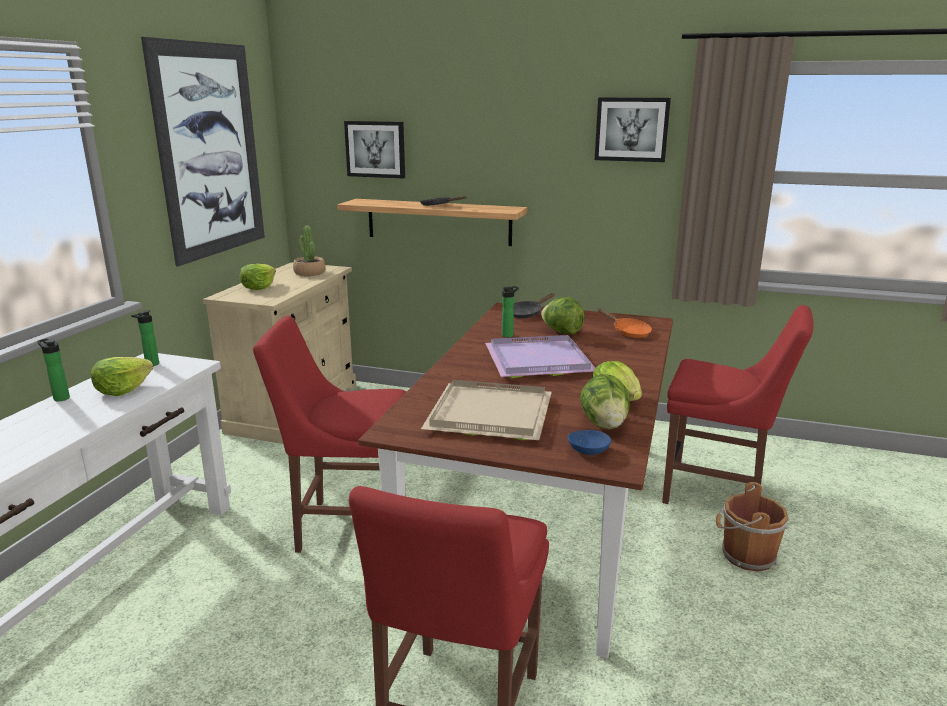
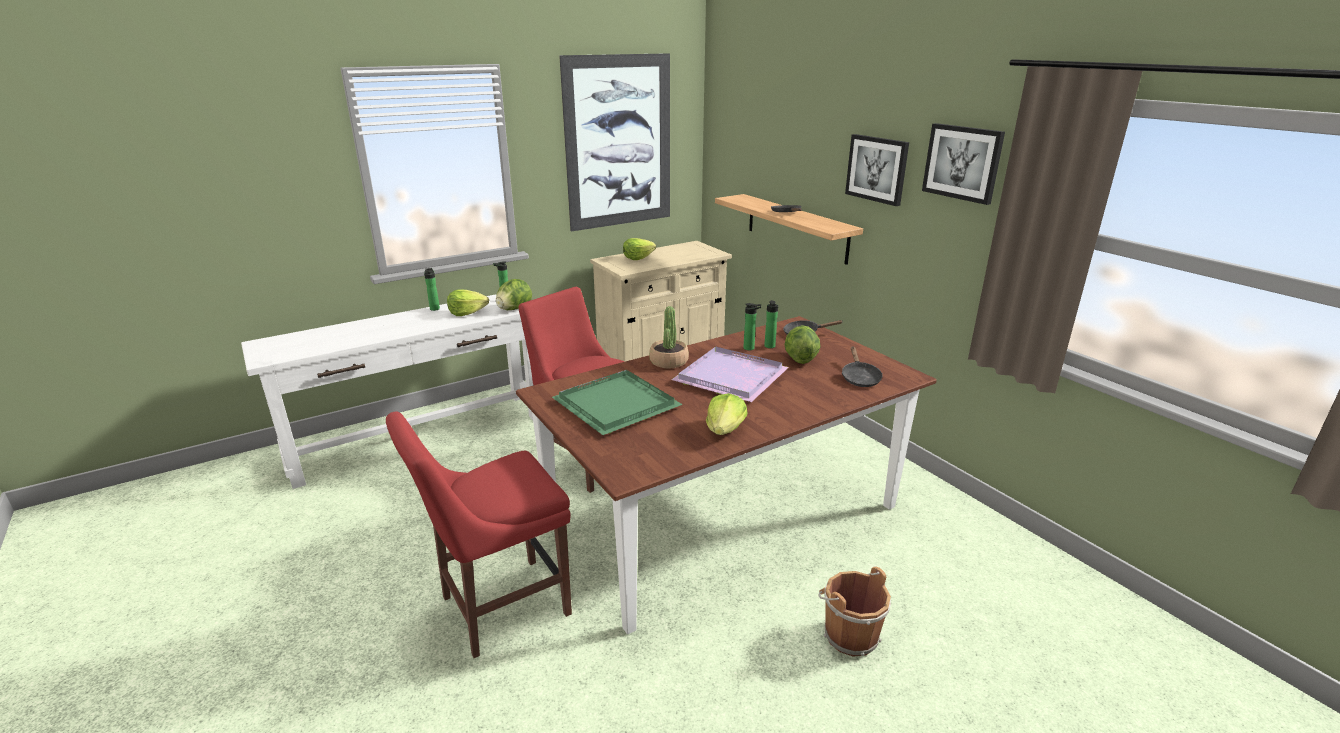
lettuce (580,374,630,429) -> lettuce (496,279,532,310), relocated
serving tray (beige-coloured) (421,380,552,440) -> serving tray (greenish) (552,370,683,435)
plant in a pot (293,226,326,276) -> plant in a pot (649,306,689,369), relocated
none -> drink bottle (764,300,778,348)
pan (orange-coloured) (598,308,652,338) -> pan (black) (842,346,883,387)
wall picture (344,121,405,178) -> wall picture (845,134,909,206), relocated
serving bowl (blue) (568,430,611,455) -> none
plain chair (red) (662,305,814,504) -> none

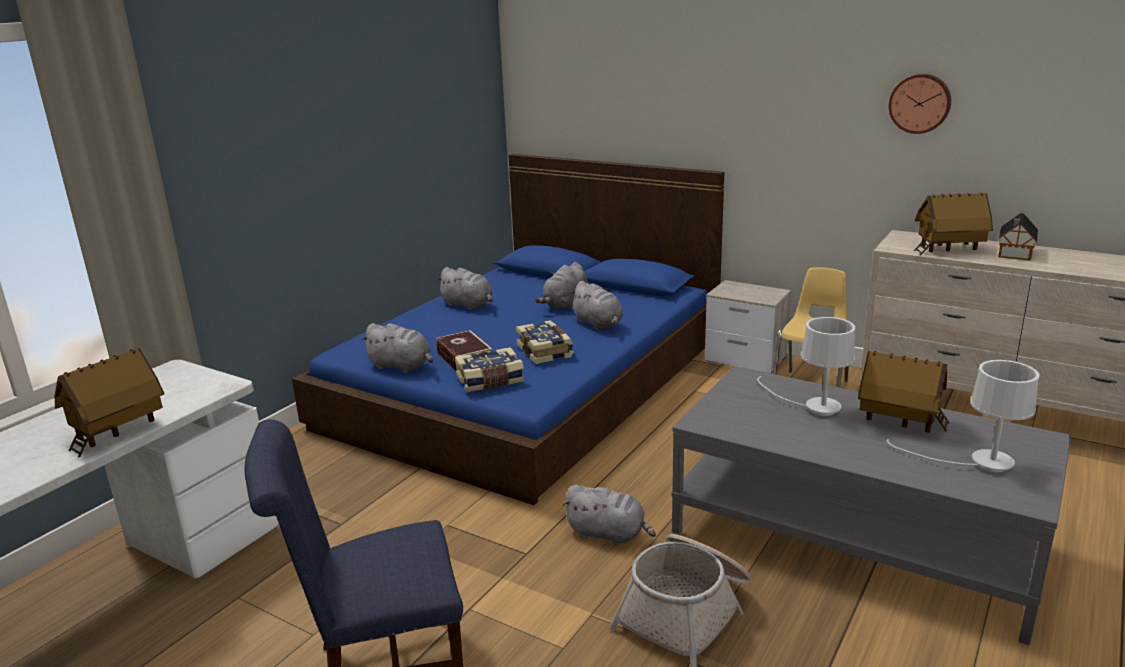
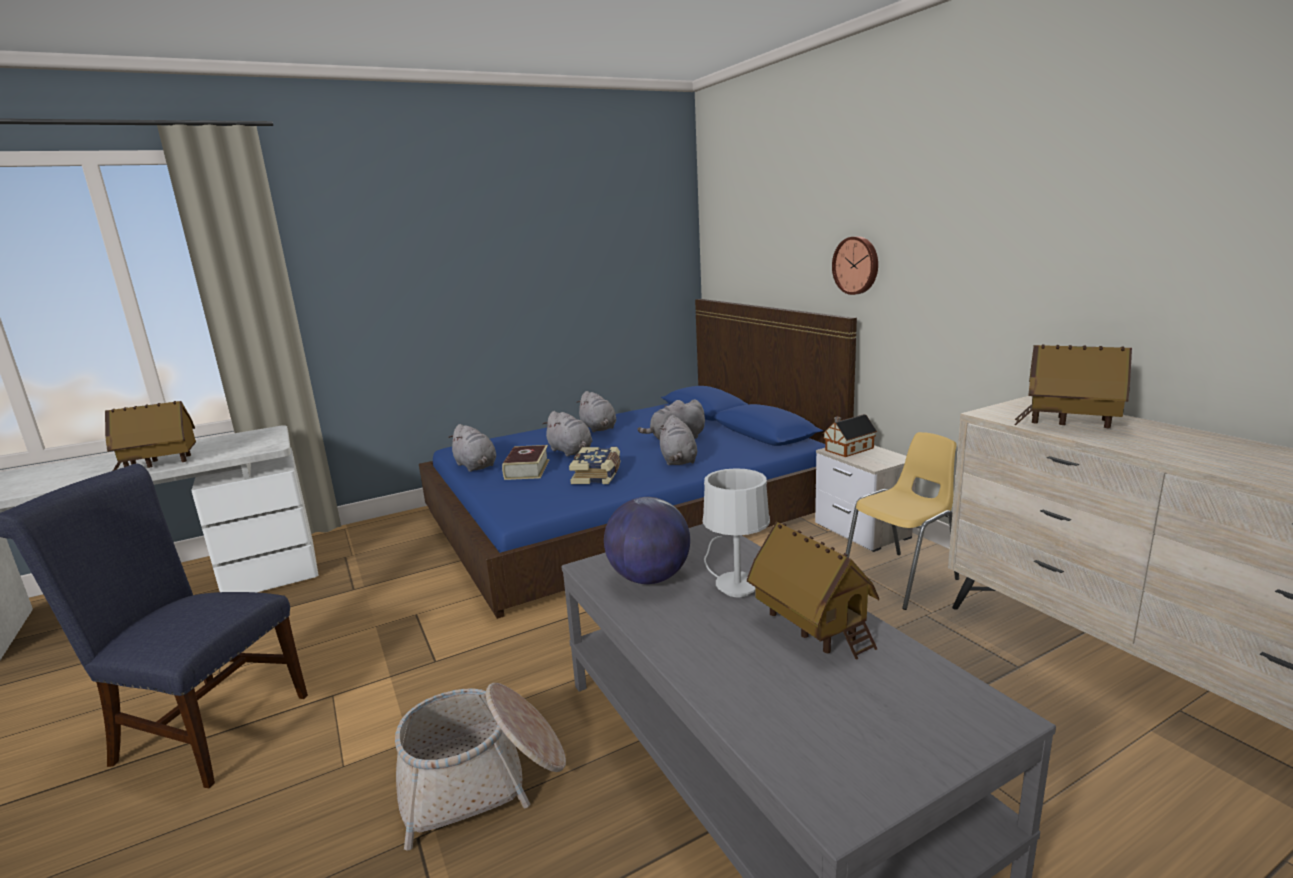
plush toy (gray) (562,485,656,545) -> plush toy (gray) (542,411,592,457), relocated
none -> desk globe (604,497,690,584)
toy house (998,213,1038,261) -> toy house (823,414,877,457), relocated
clock on the wall (889,74,951,134) -> clock on the wall (832,236,878,295), relocated
volume (455,347,524,392) -> none
lamp for a table (white) (887,360,1040,472) -> none

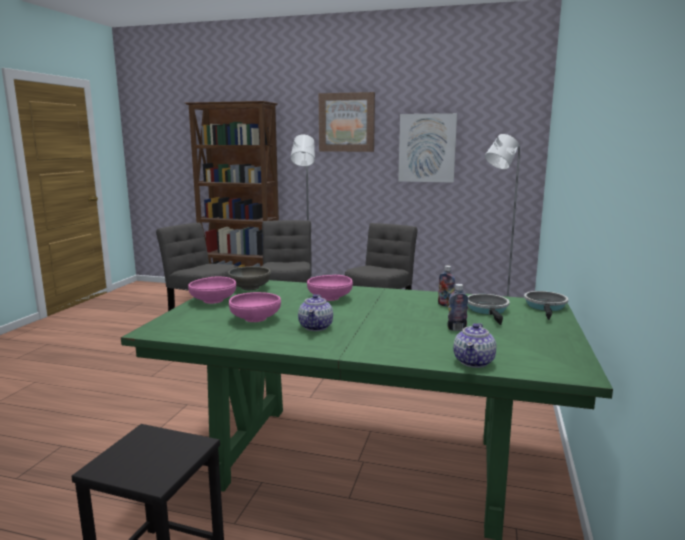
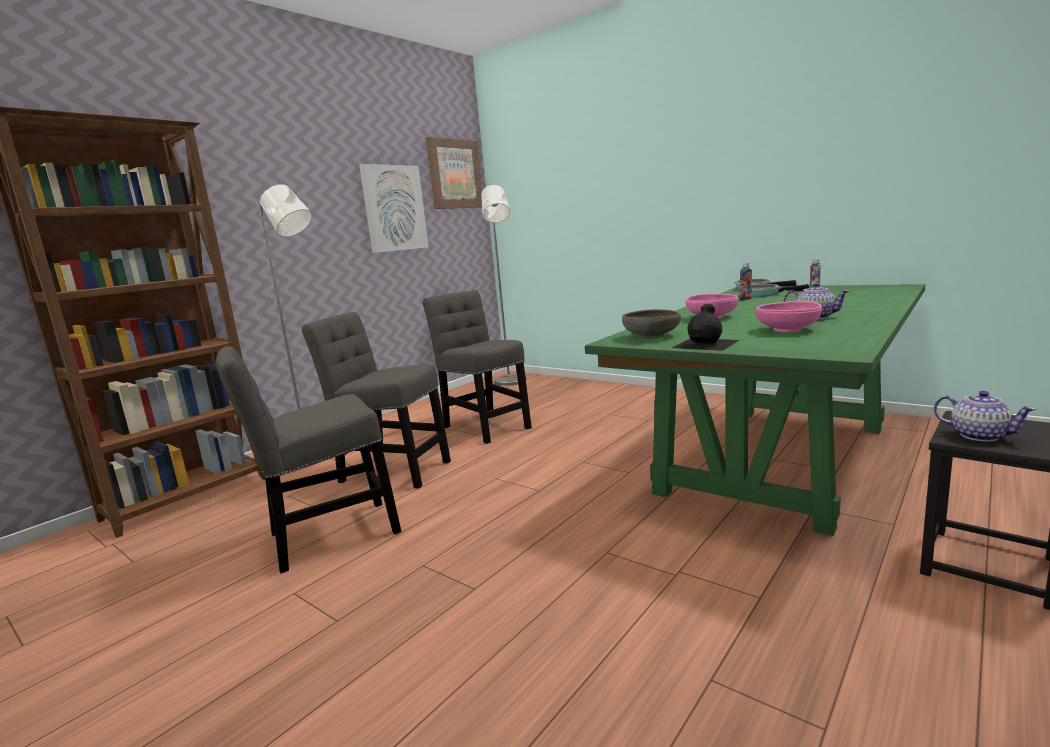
wall picture (319,92,375,152) -> wall picture (426,137,482,209), relocated
serving bowl (pink) (188,277,236,304) -> drink bottle (black) (672,304,739,351)
teapot (453,323,496,368) -> teapot (934,391,1037,442), relocated

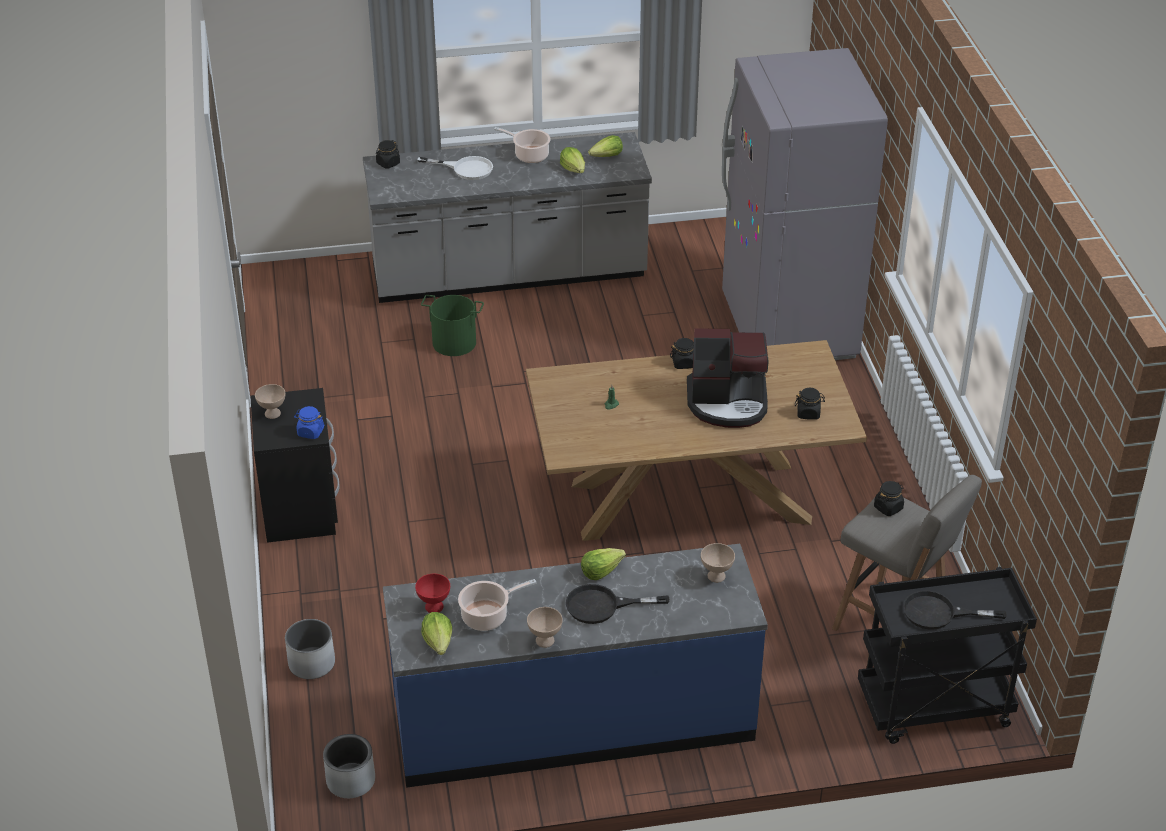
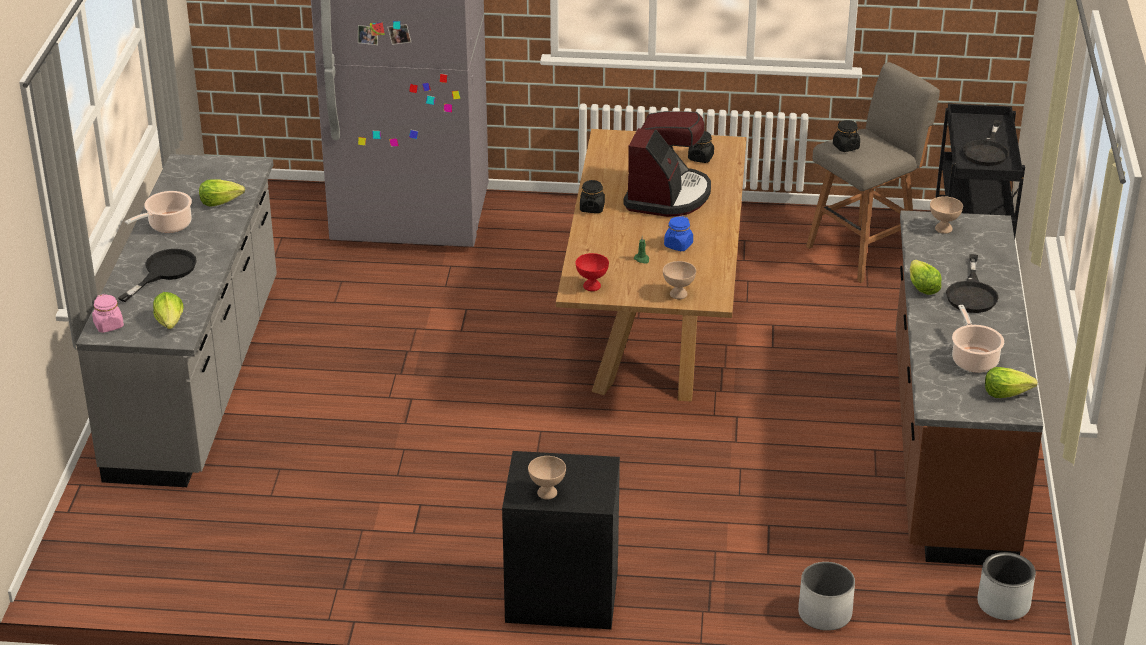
jar (black) (376,140,400,169) -> jar (pink) (92,294,124,333)
pan (white) (417,156,493,180) -> pan (black) (118,249,197,302)
lettuce (588,135,623,157) -> lettuce (153,292,184,329), relocated
serving bowl (red) (415,574,450,613) -> serving bowl (red) (575,253,609,291), relocated
serving bowl (beige-coloured) (527,607,563,648) -> serving bowl (beige-coloured) (663,261,696,299), relocated
jar (blue) (294,406,324,439) -> jar (blue) (664,216,693,251), relocated
counter (blue) (383,544,768,788) -> counter (brown-coloured) (896,210,1043,565)
pail (greenish) (421,295,484,356) -> none

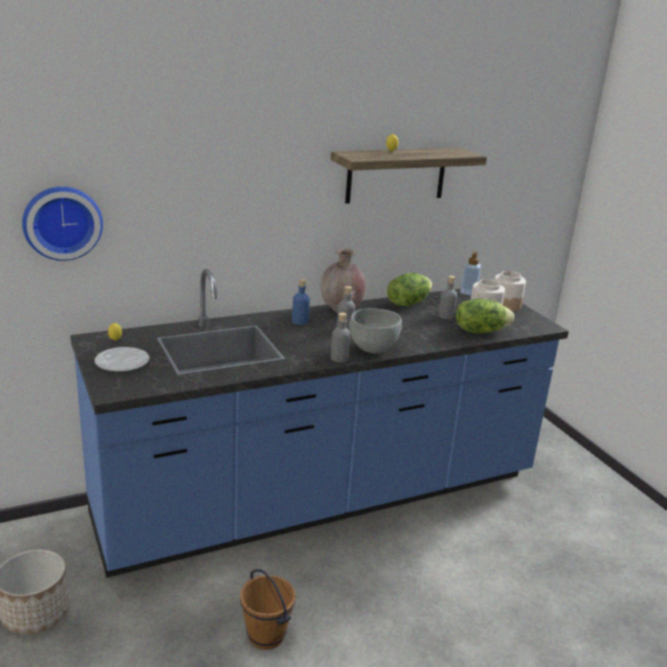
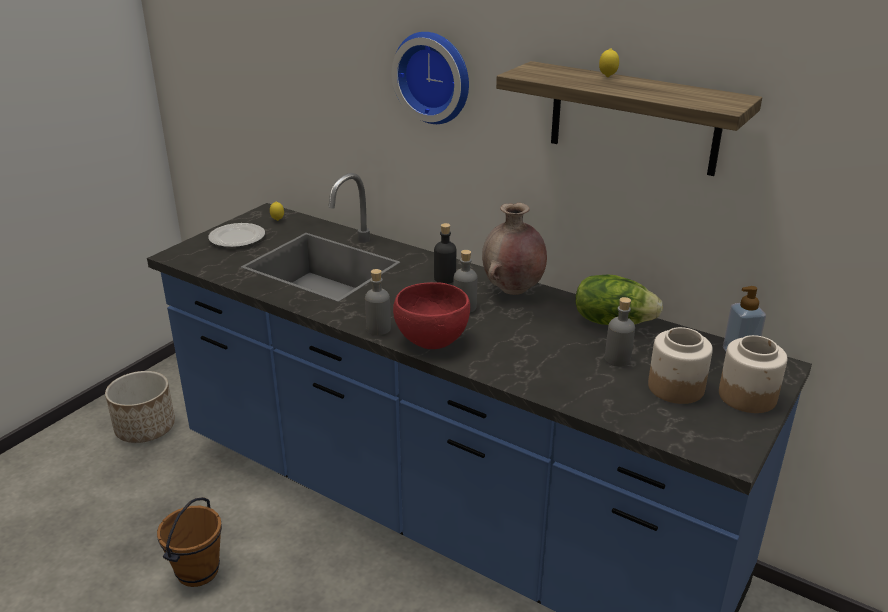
clock on the wall (22,187,103,261) -> clock on the wall (392,32,469,124), relocated
serving bowl (gray) (349,308,402,354) -> serving bowl (red) (393,282,470,349)
drink bottle (blue) (292,279,310,325) -> drink bottle (black) (434,223,456,284)
lettuce (456,299,514,333) -> none

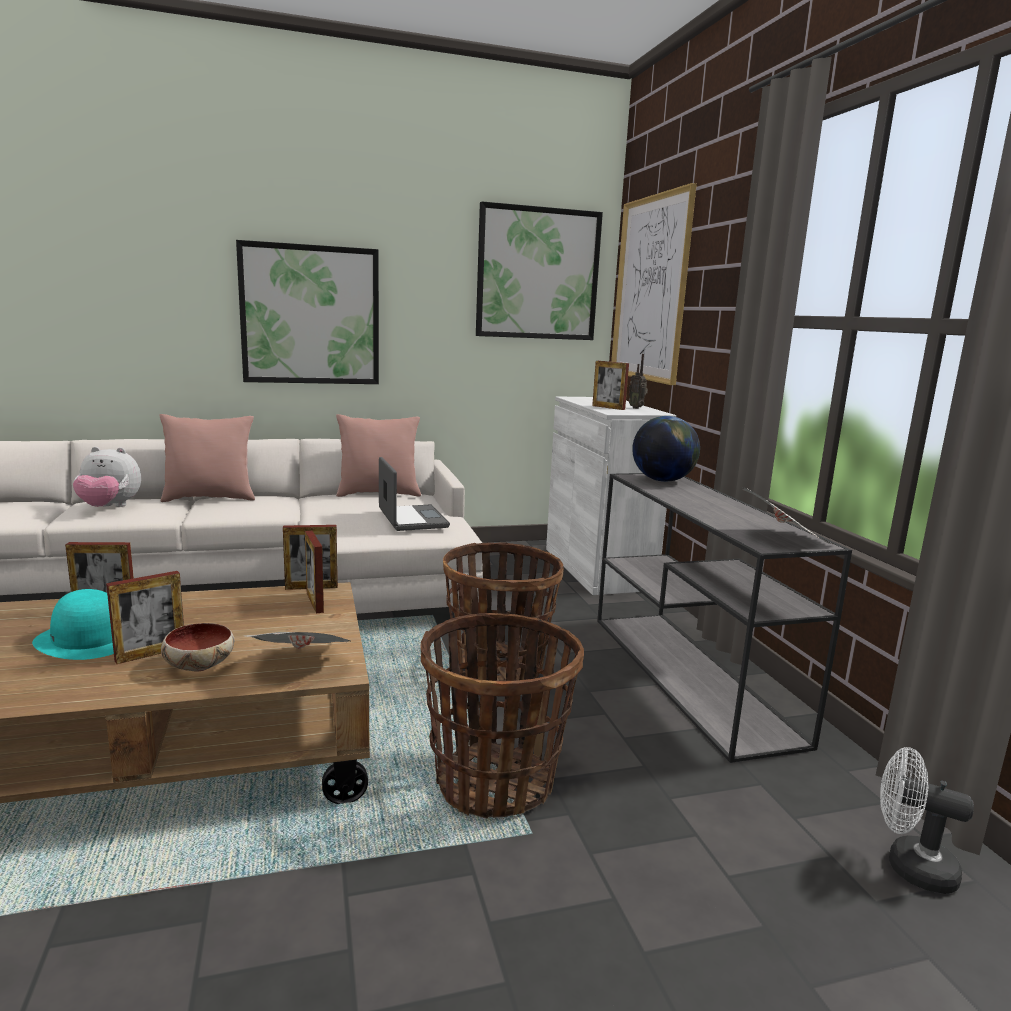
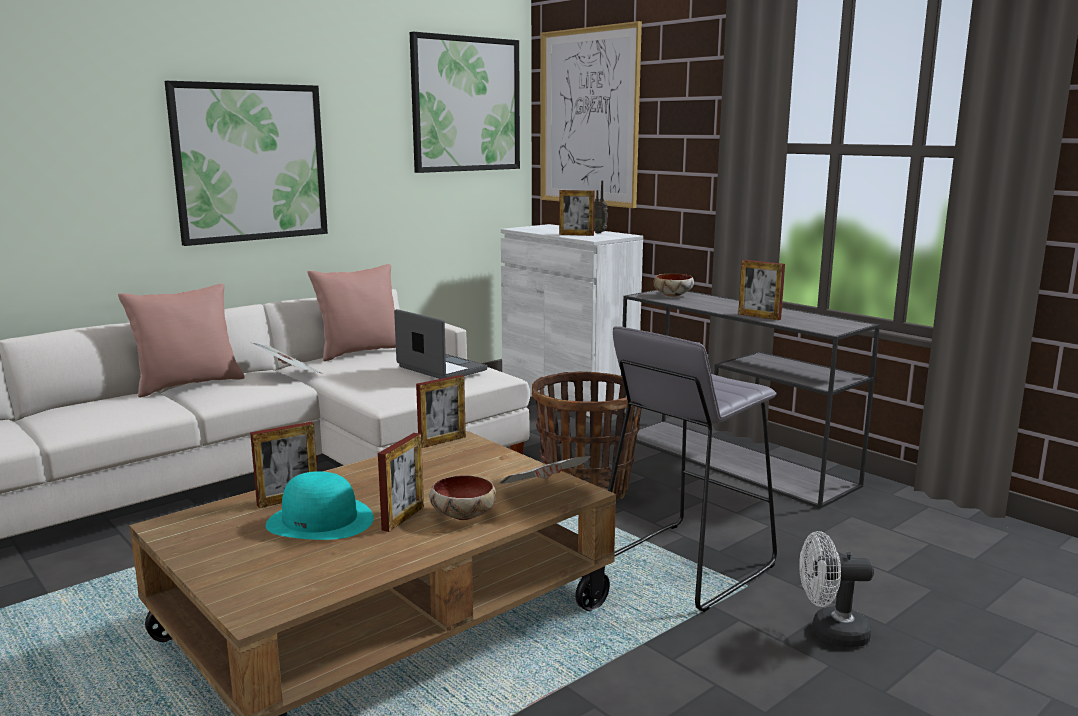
newspaper (742,487,832,544) -> newspaper (252,343,322,373), relocated
household basket (420,613,584,819) -> stool seat (gray) (608,326,777,612)
desk globe (632,416,700,482) -> serving bowl (653,274,694,297)
photo frame (305,531,324,614) -> photo frame (738,260,785,320), relocated
electric fan (white) (880,747,974,894) -> electric fan (white) (799,531,874,647), relocated
plush toy (73,447,141,507) -> none

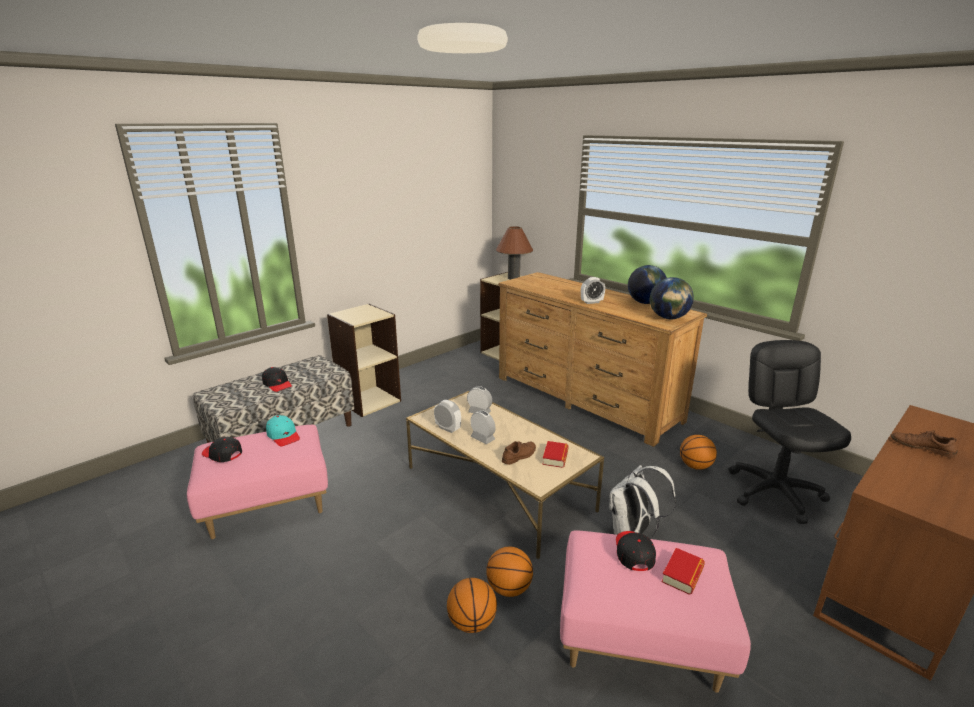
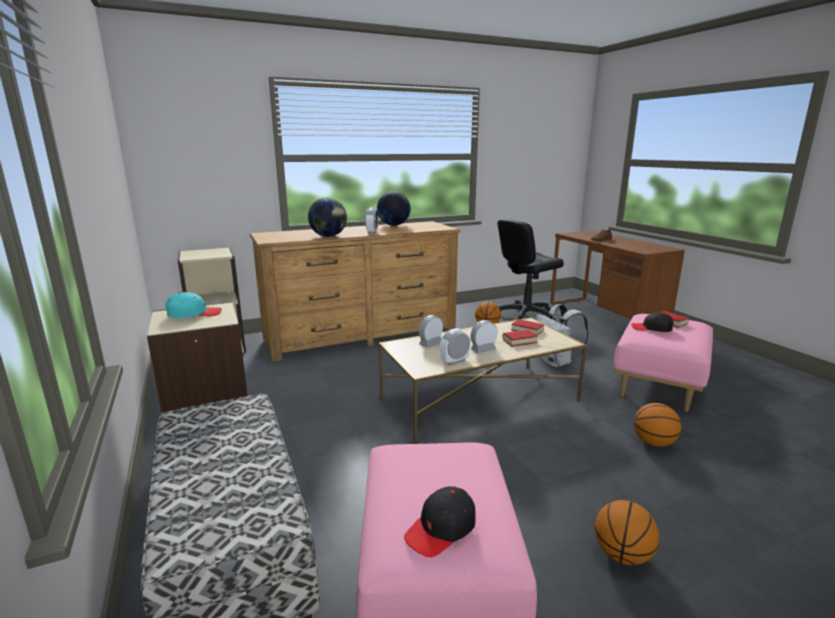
cap (turquoise) (266,415,300,446) -> cap (turquoise) (165,292,222,318), relocated
desk globe (650,277,694,320) -> desk globe (308,198,347,237), relocated
office chair (black) (728,340,851,524) -> office chair (black) (497,219,564,321), 45 degrees counterclockwise
item of footwear (brown-coloured) (502,441,536,465) -> volume (502,330,538,347)
basketball ball (486,547,533,597) -> basketball ball (595,500,659,565), relocated
cap (black) (262,367,292,392) -> none
lamp for a table (brown-coloured) (496,226,533,280) -> none

